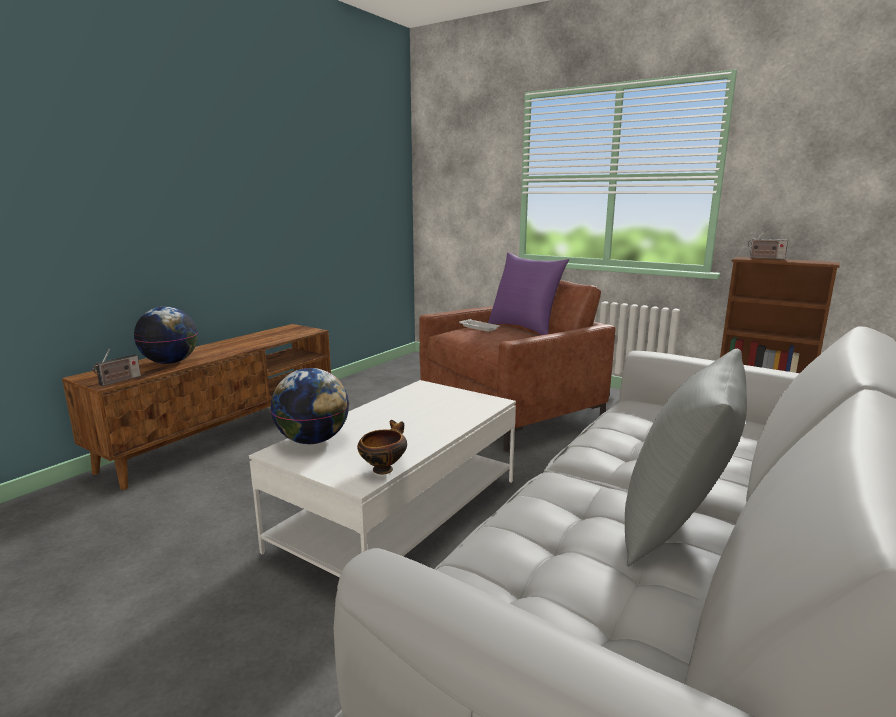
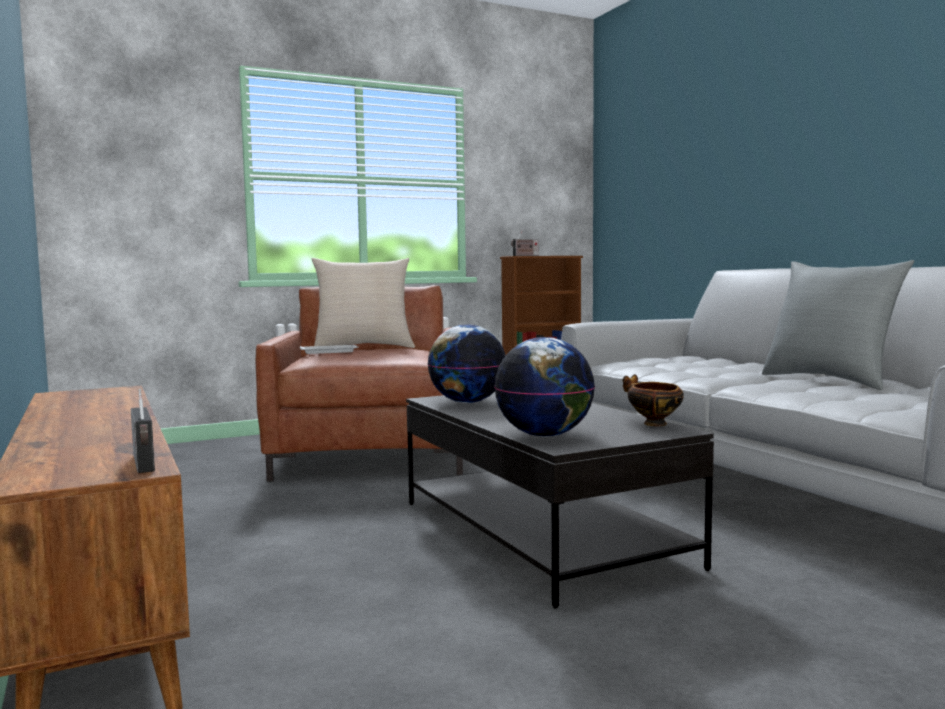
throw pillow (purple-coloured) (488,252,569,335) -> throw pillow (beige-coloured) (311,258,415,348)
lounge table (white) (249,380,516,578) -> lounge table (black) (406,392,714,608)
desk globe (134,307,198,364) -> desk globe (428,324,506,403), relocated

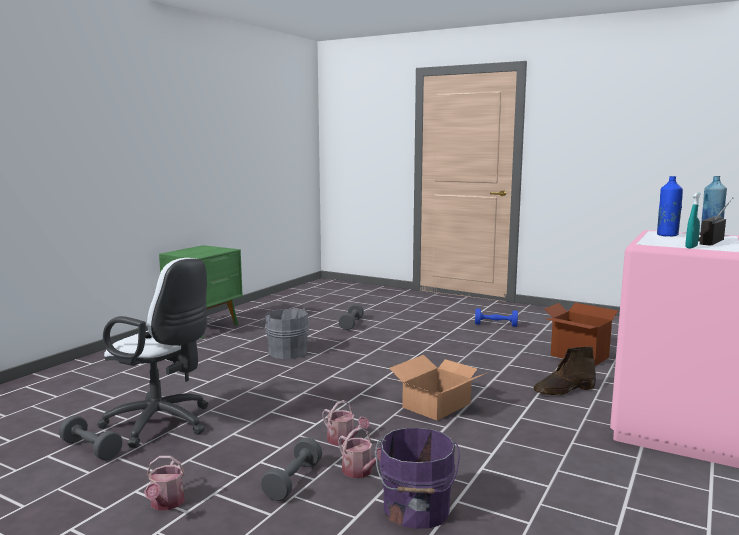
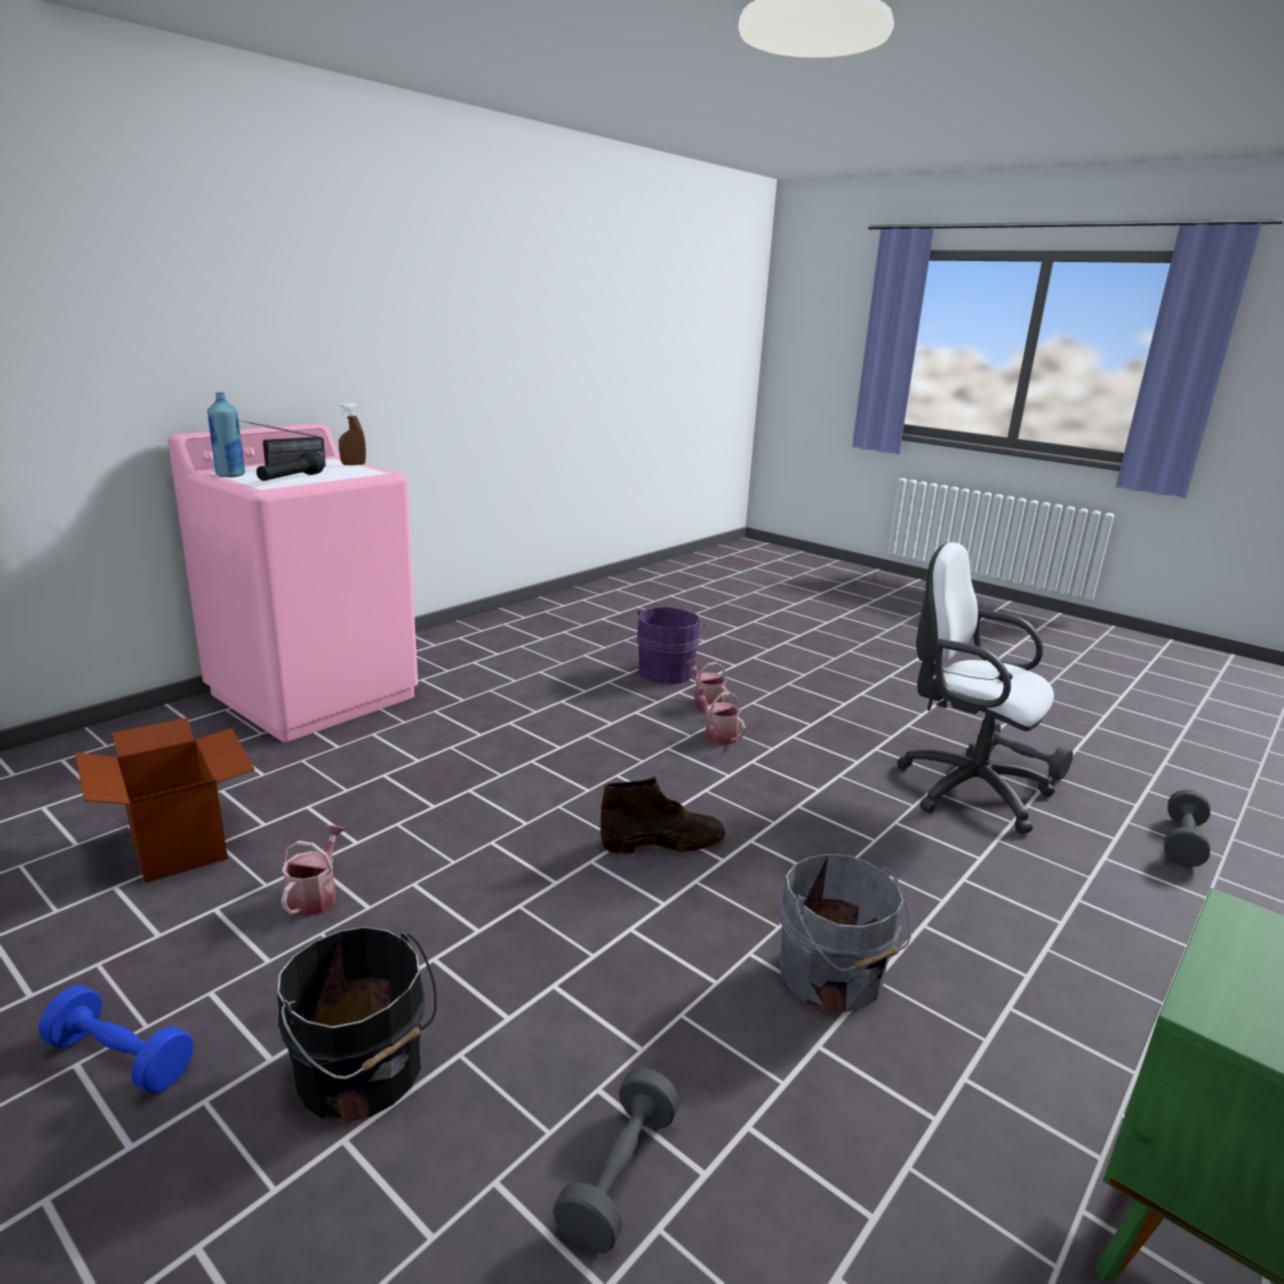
drink bottle (blue) (657,176,683,236) -> hand torch (black) (256,451,324,481)
none -> pail (black) (277,927,437,1123)
watering pot (144,456,185,510) -> watering pot (281,825,345,917), relocated
sprayer (turquoise) (686,193,701,248) -> sprayer (brown-coloured) (339,403,366,465)
boot (brown-coloured) (534,347,596,396) -> boot (brown-coloured) (600,776,725,854), relocated
hand weight (gray) (261,437,322,501) -> hand weight (gray) (1164,790,1210,867), relocated
cardboard box (389,355,486,421) -> none

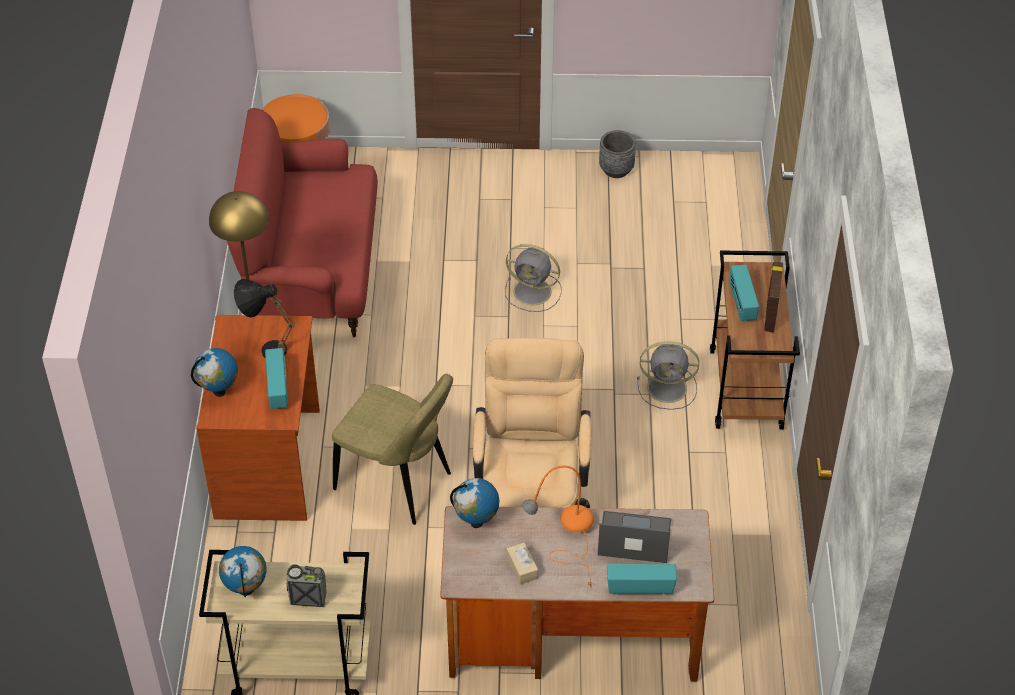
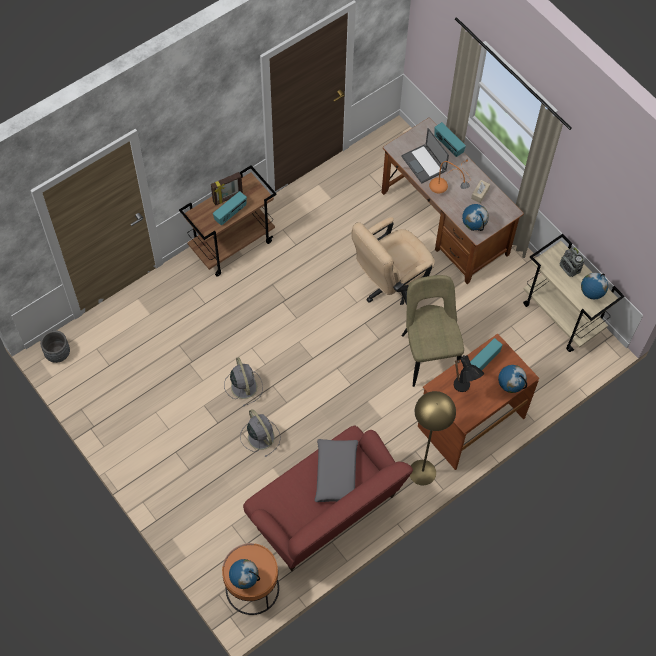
flower pot (gray) (599,130,636,178) -> flower pot (gray) (40,330,70,363), relocated
none -> desk globe (229,559,260,589)
electric fan (gray) (637,341,699,410) -> electric fan (gray) (240,409,281,457), relocated
none -> throw pillow (gray) (314,439,358,502)

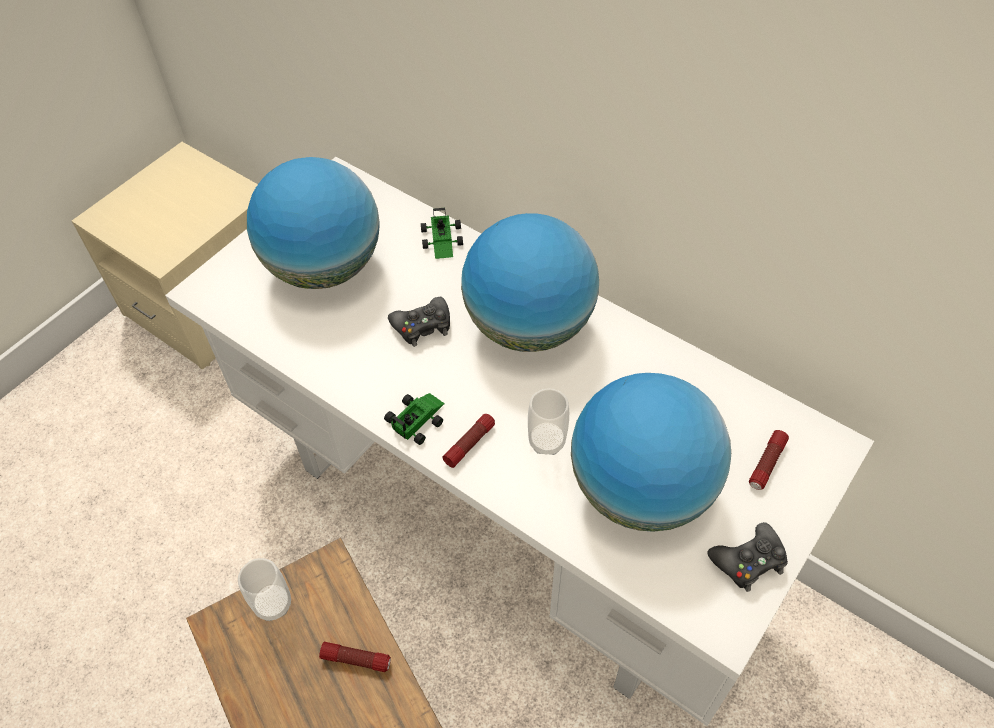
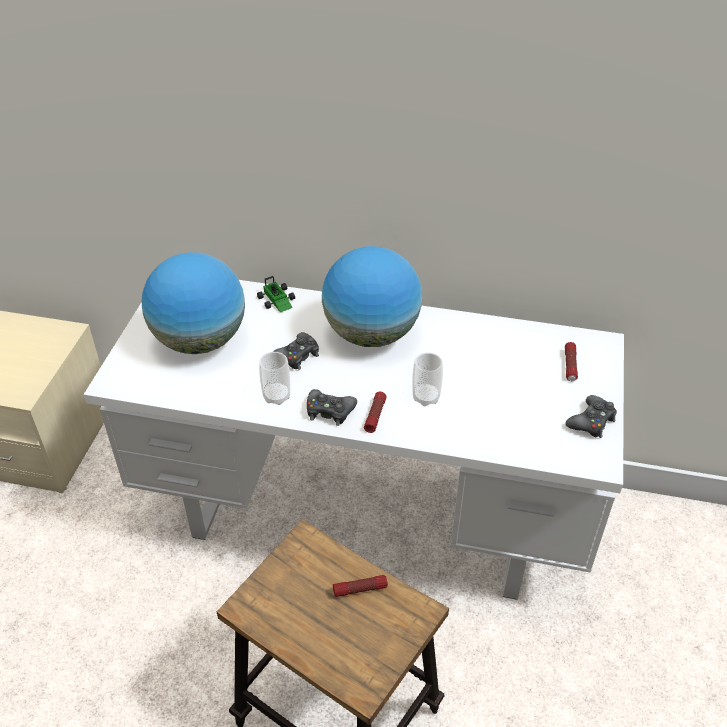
cup (238,558,291,621) -> cup (259,352,290,405), relocated
model car (384,393,445,445) -> joypad (black) (307,389,357,426)
desk globe (571,373,731,532) -> none

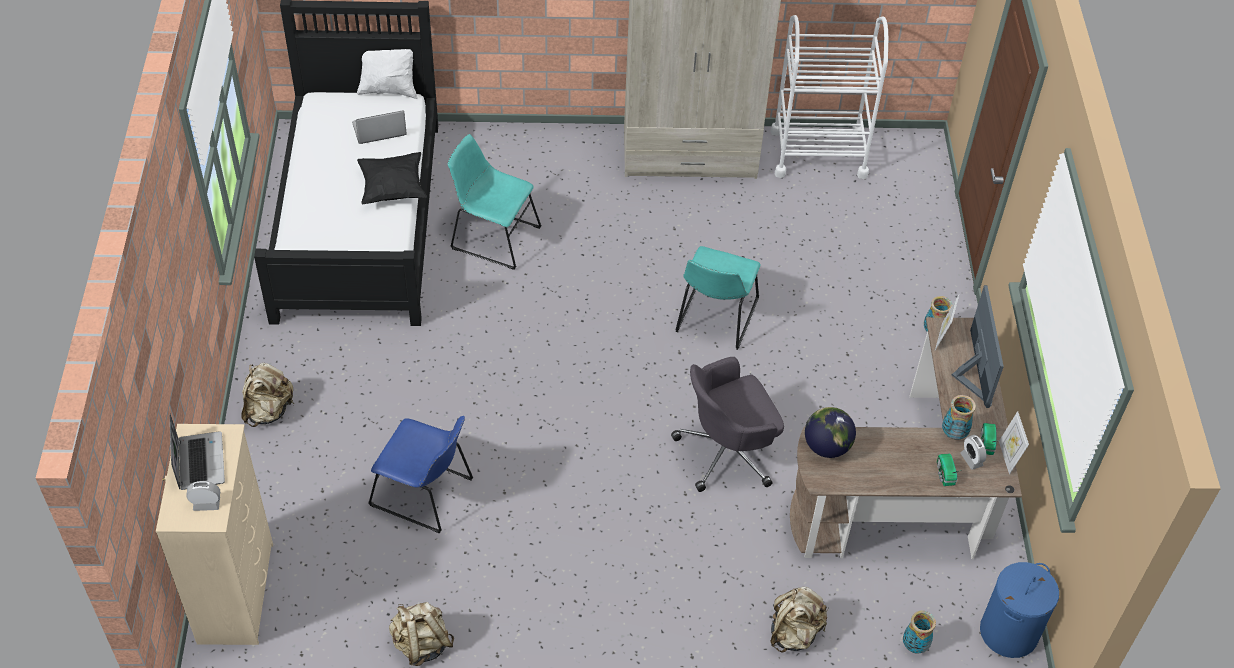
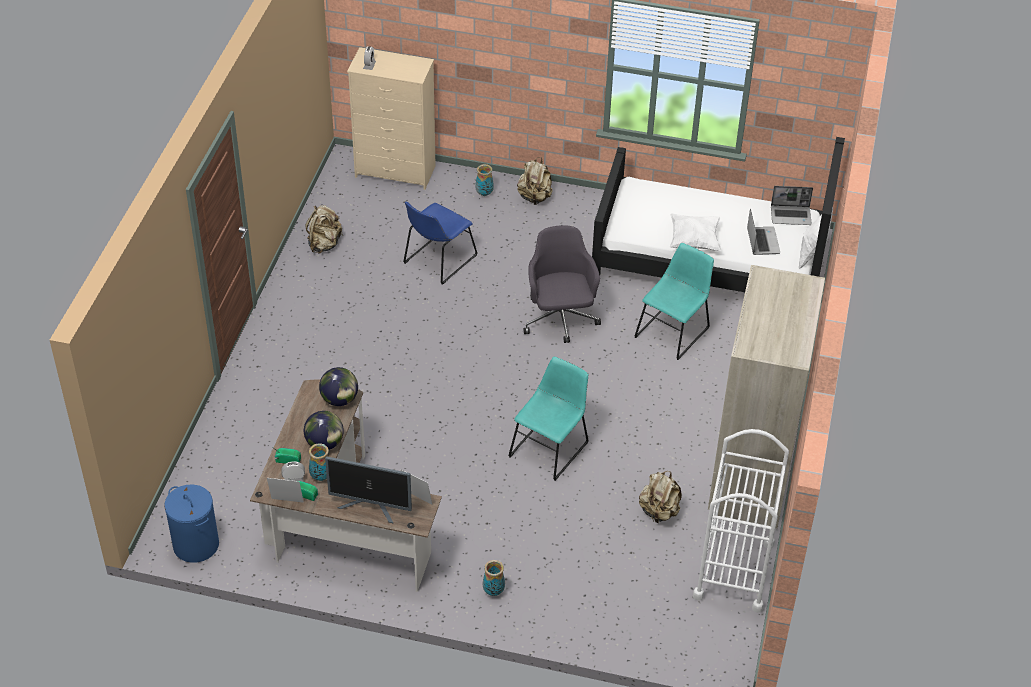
none -> desk globe (304,411,344,450)
decorative vase (903,611,936,654) -> decorative vase (476,164,494,196), relocated
plain chair (turquoise) (675,246,760,350) -> plain chair (turquoise) (508,357,589,481), 90 degrees clockwise
office chair (gray) (671,357,784,492) -> office chair (gray) (524,225,601,343), relocated
rucksack (beige-coloured) (770,587,828,652) -> rucksack (beige-coloured) (639,471,682,523), relocated
throw pillow (black) (357,152,427,204) -> throw pillow (white) (670,213,722,251)
portable computer (170,414,225,490) -> portable computer (771,186,813,225), relocated

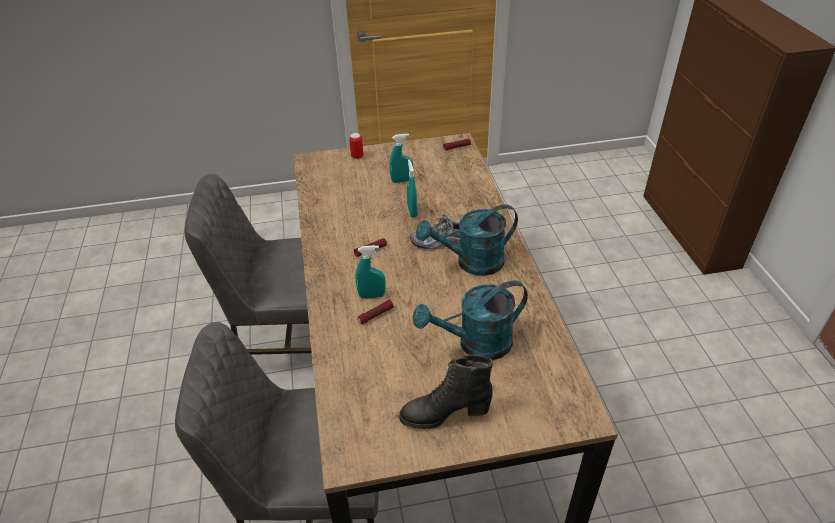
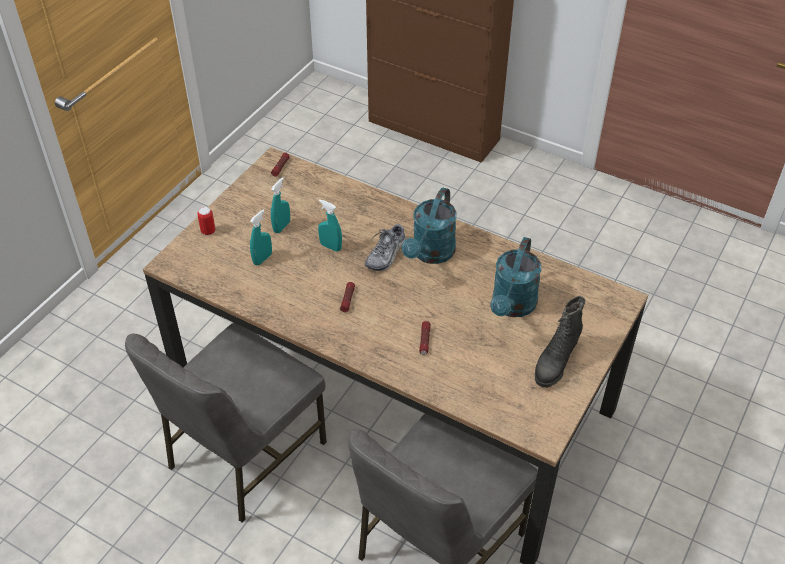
sprayer (turquoise) (356,245,386,299) -> sprayer (turquoise) (250,209,272,265), relocated

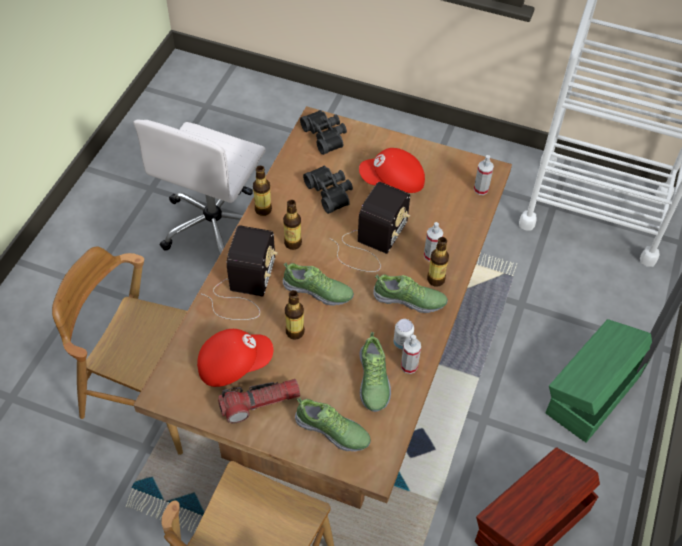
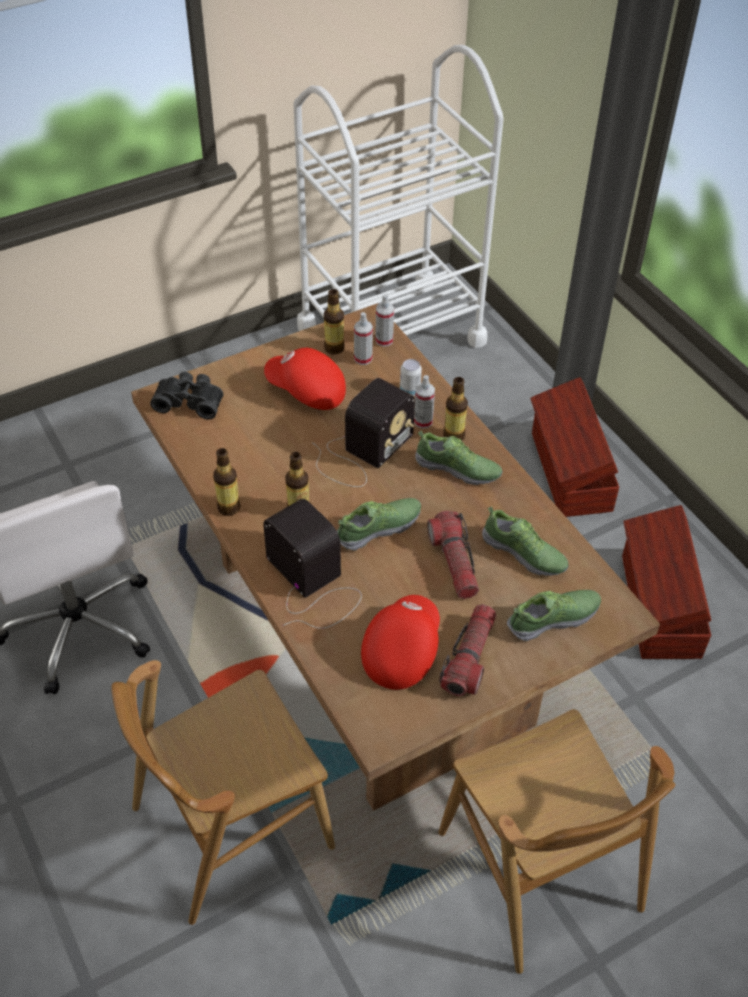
cap (red) (359,148,425,193) -> cap (red) (264,348,346,410), 75 degrees clockwise
radio set (330,182,410,272) -> radio set (312,378,415,487), 60 degrees clockwise
drink bottle (285,290,305,340) -> drink bottle (324,289,345,355), relocated
sprayer (401,335,421,374) -> sprayer (354,312,373,365), relocated
metal can (393,319,414,350) -> metal can (400,359,422,396), relocated
item of footwear (373,274,448,313) -> item of footwear (415,431,502,485), 60 degrees clockwise
none -> hand torch (427,511,479,599)
storage bin (greenish) (545,319,652,442) -> storage bin (brown-coloured) (530,377,619,517)
field glasses (black) (303,166,353,214) -> none

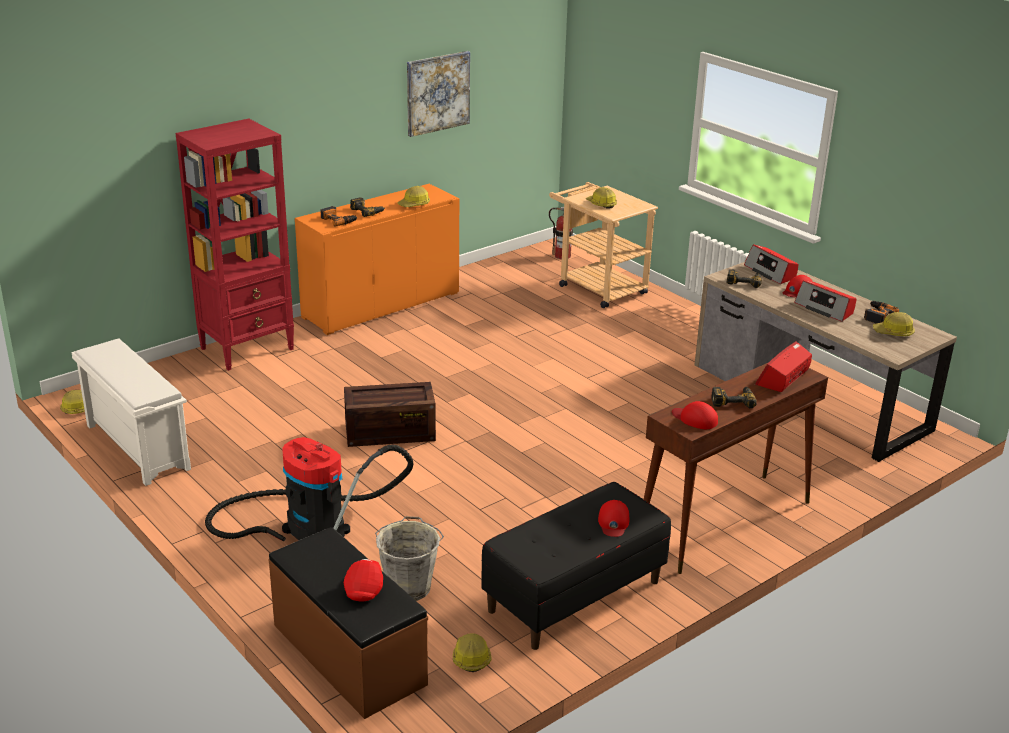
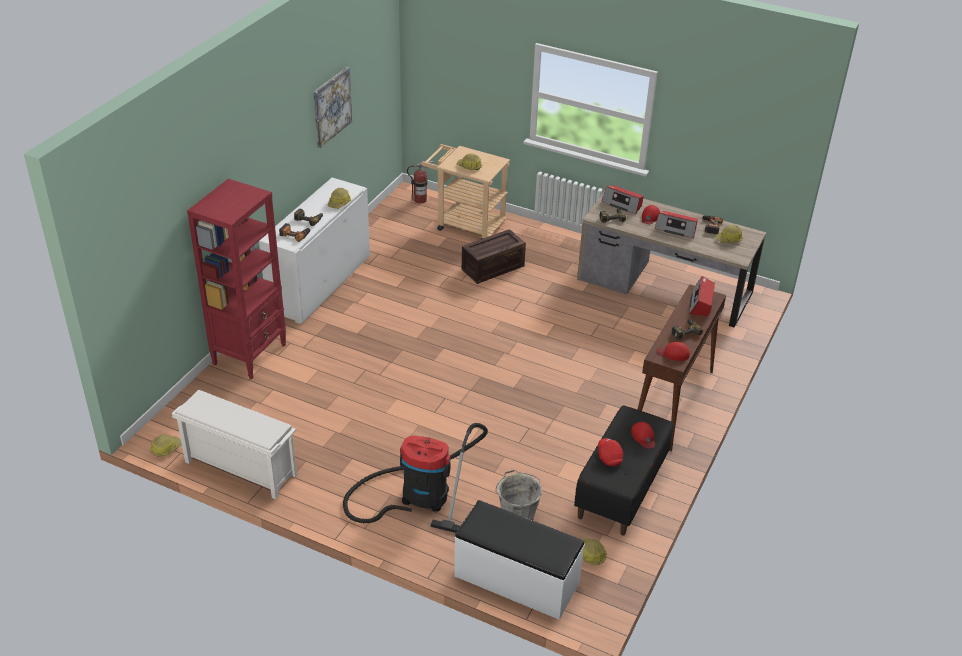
cabinet (orange-coloured) (295,184,459,335) -> cabinet (white) (259,178,370,324)
bench (brown-coloured) (268,527,428,719) -> bench (white) (454,500,585,620)
shipping crate (344,382,436,447) -> shipping crate (462,229,526,284), relocated
cap (red) (344,559,383,602) -> cap (red) (598,438,623,466), relocated

